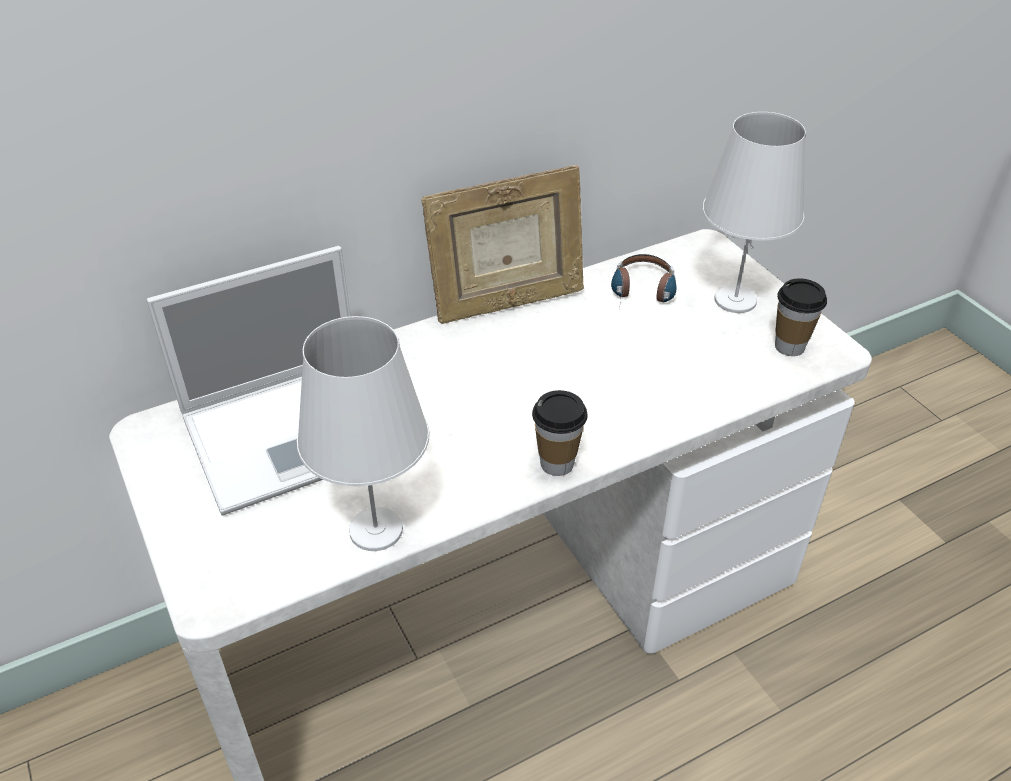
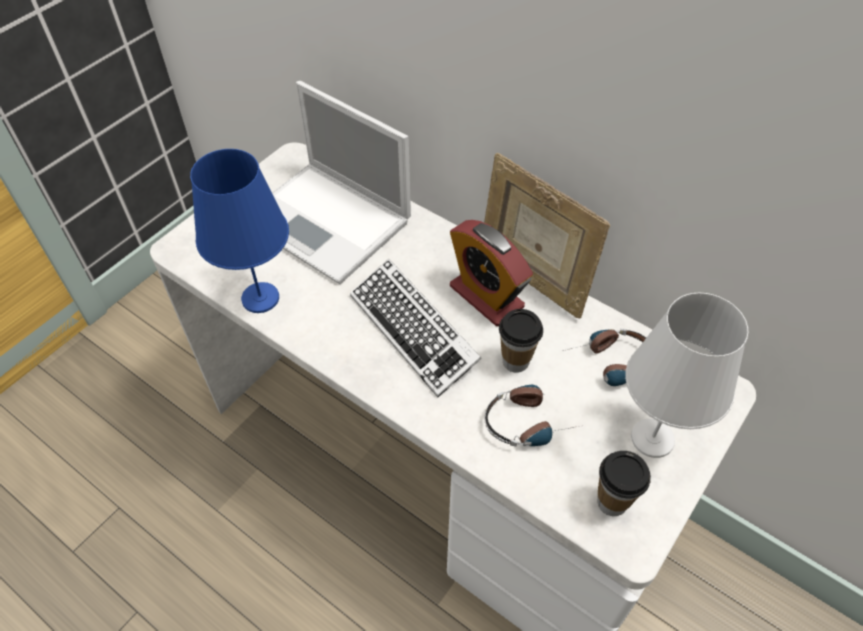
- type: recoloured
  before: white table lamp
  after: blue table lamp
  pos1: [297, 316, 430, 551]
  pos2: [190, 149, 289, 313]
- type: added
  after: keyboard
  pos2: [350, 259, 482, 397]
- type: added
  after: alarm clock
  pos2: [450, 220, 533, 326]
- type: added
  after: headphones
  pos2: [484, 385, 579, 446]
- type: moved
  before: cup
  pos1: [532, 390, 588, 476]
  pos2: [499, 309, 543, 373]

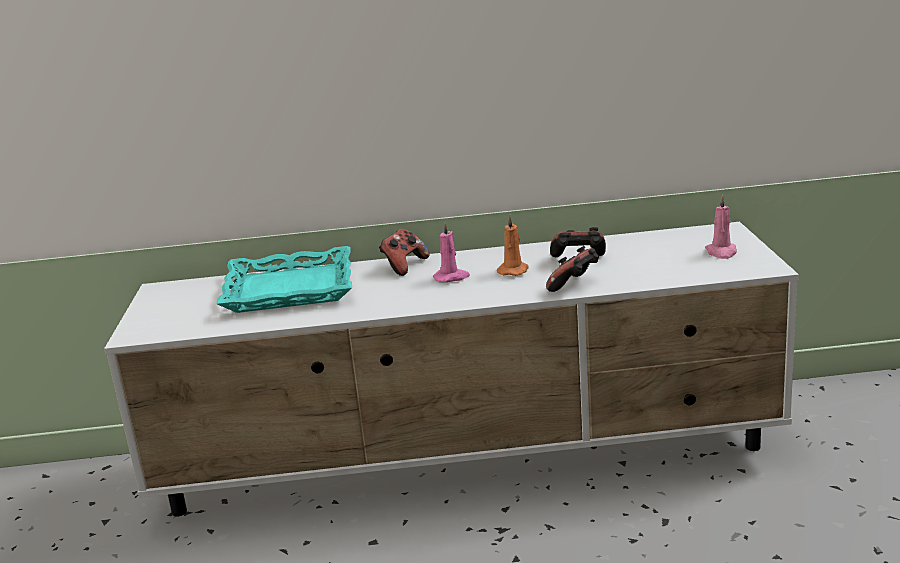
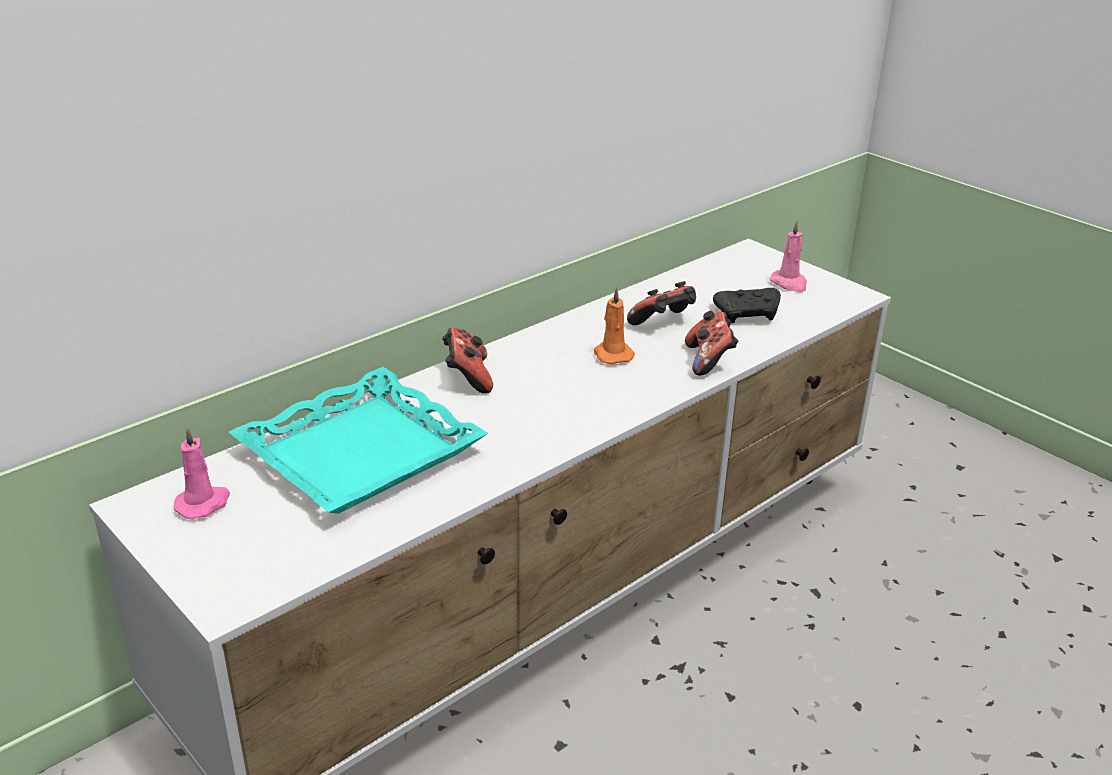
- type: moved
  before: pink candle
  pos1: [433, 221, 470, 282]
  pos2: [174, 426, 230, 520]
- type: added
  after: black game controller
  pos2: [713, 288, 781, 323]

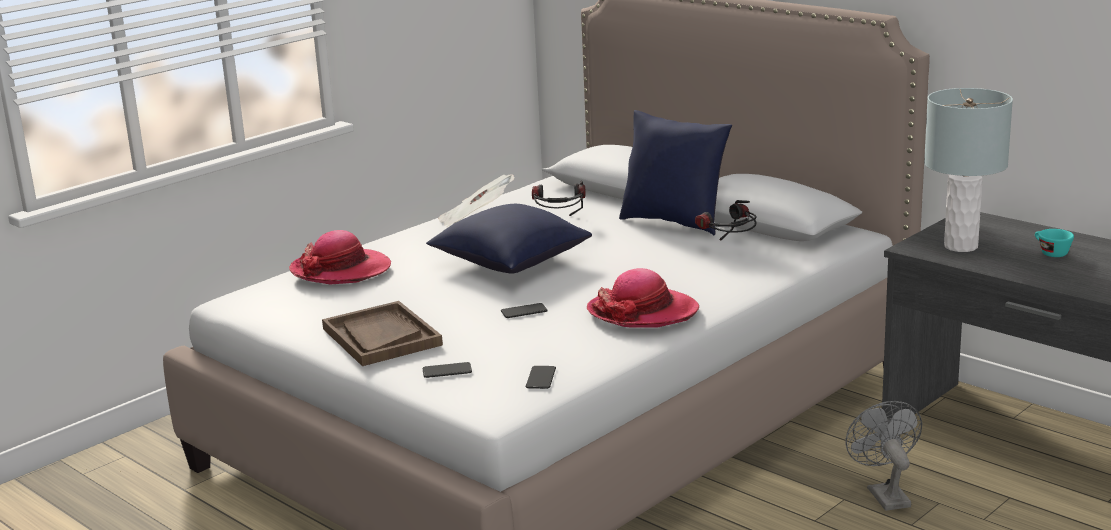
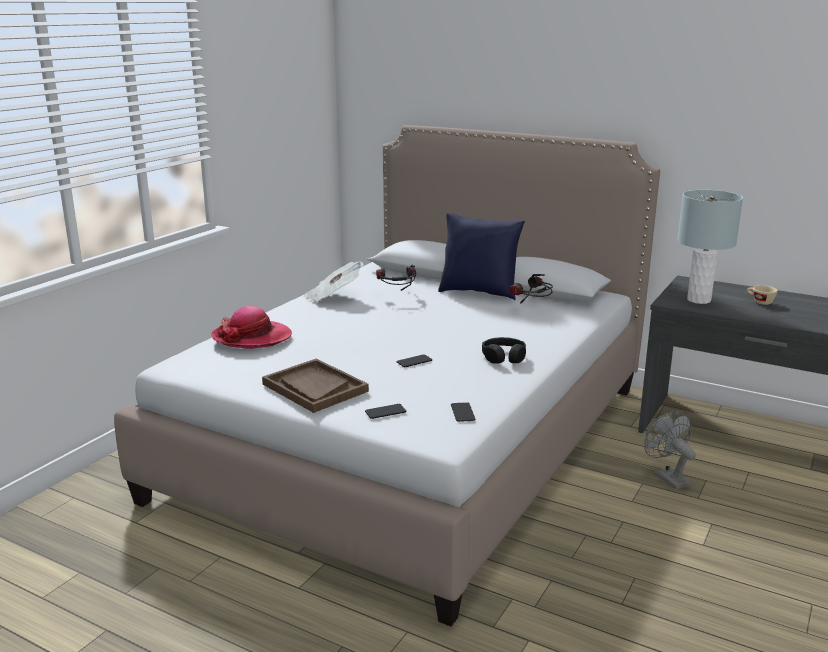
- type: replaced
  before: hat
  after: black headphones
  pos1: [587, 268, 699, 328]
  pos2: [482, 337, 526, 364]
- type: recoloured
  before: turquoise cup
  after: beige cup
  pos1: [1035, 229, 1074, 257]
  pos2: [747, 285, 778, 305]
- type: removed
  before: blue pillow
  pos1: [426, 204, 592, 274]

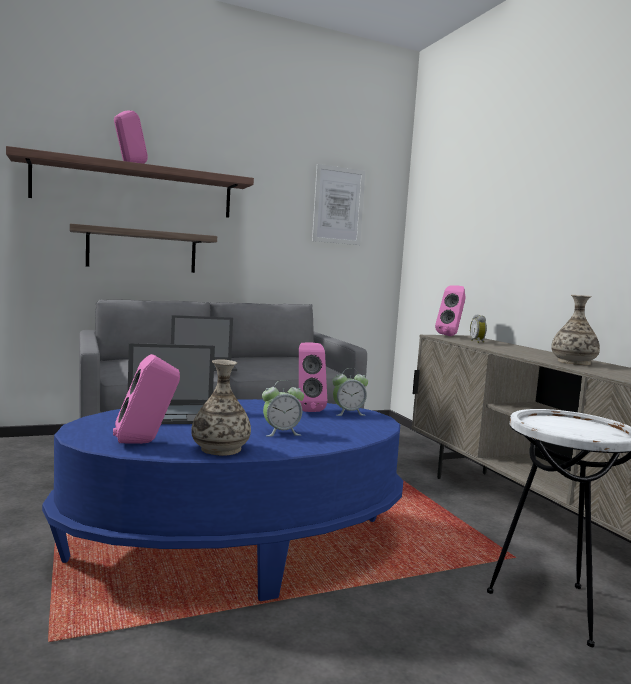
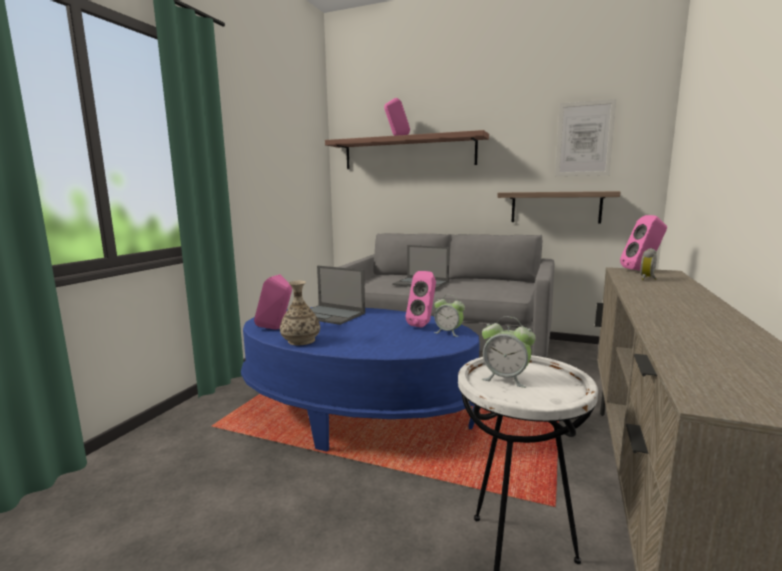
- type: moved
  before: alarm clock
  pos1: [262, 380, 304, 437]
  pos2: [481, 317, 536, 388]
- type: moved
  before: shelf
  pos1: [70, 224, 217, 273]
  pos2: [497, 191, 620, 223]
- type: removed
  before: vase
  pos1: [551, 295, 600, 365]

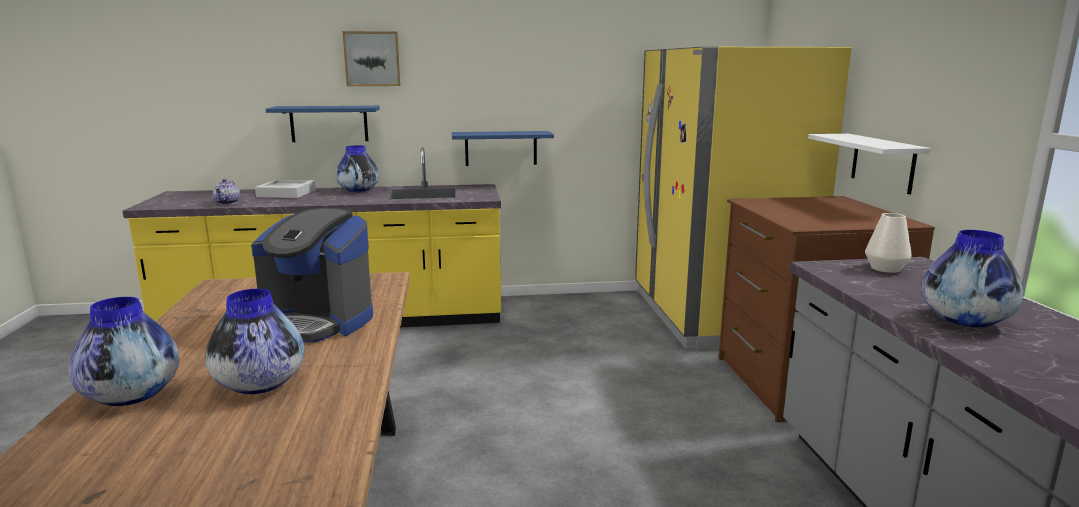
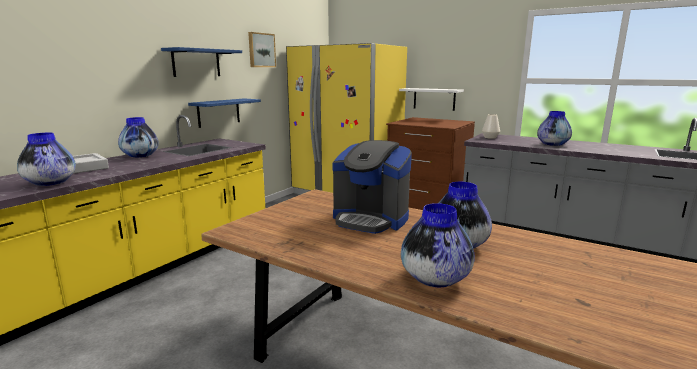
- type: replaced
  before: teapot
  after: vase
  pos1: [213, 179, 240, 205]
  pos2: [17, 133, 76, 186]
- type: moved
  before: blue shelf
  pos1: [265, 106, 380, 142]
  pos2: [161, 47, 242, 77]
- type: moved
  before: picture
  pos1: [342, 31, 400, 86]
  pos2: [248, 32, 276, 67]
- type: turned
  before: coffee machine
  pos1: [251, 208, 373, 343]
  pos2: [332, 140, 412, 234]
  turn: 60

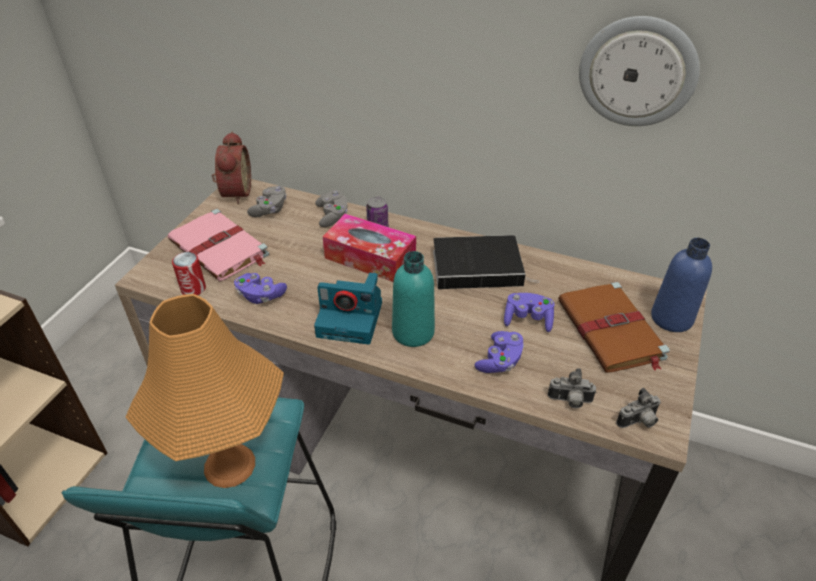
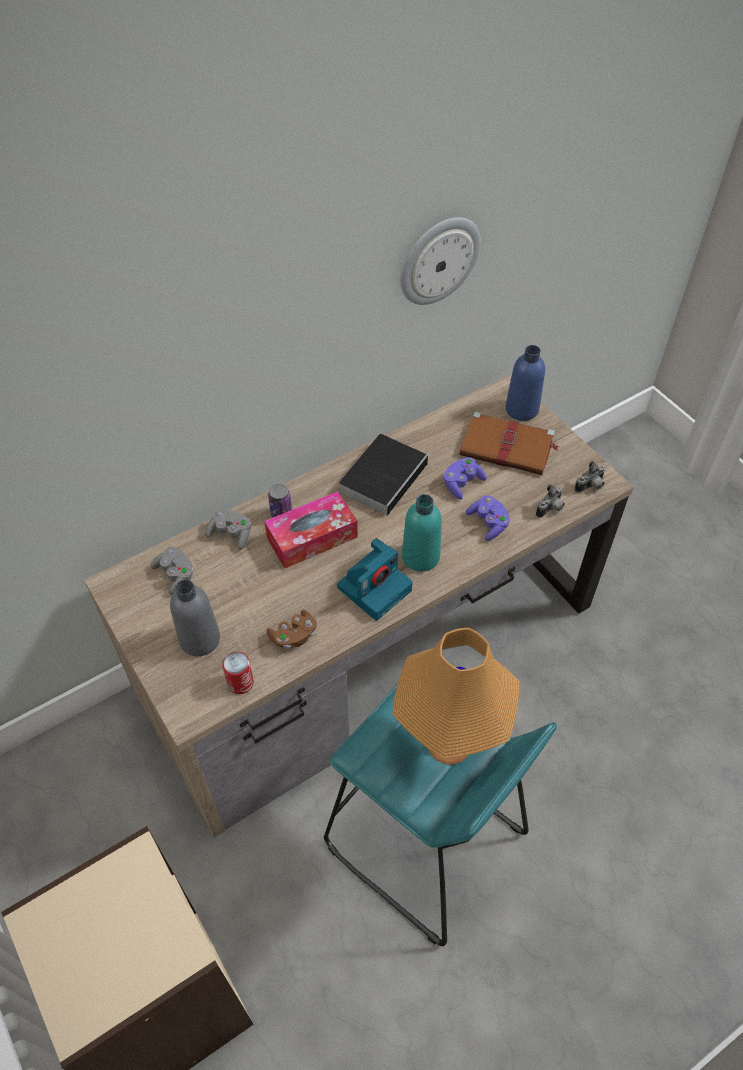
- type: replaced
  before: pink book
  after: grey bottle
  pos1: [168, 209, 269, 281]
  pos2: [170, 579, 220, 656]
- type: recoloured
  before: purple game controller
  after: brown game controller
  pos1: [234, 273, 287, 304]
  pos2: [266, 610, 317, 649]
- type: turned
  before: photo camera
  pos1: [616, 388, 661, 428]
  pos2: [574, 461, 605, 493]
  turn: 45
- type: removed
  before: alarm clock
  pos1: [212, 131, 251, 204]

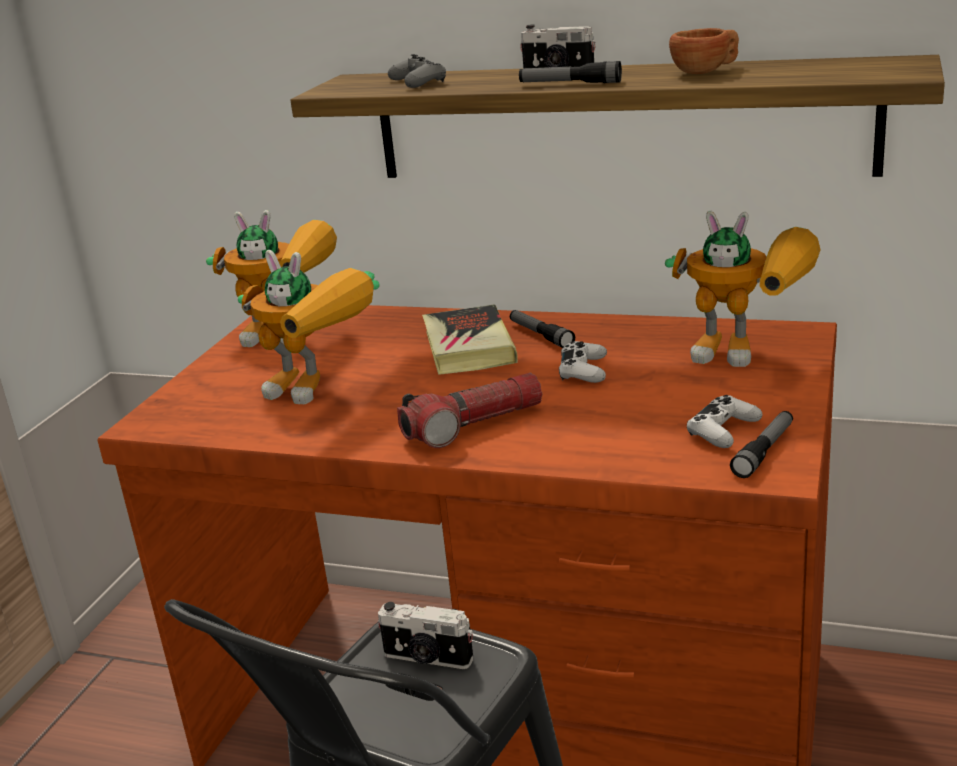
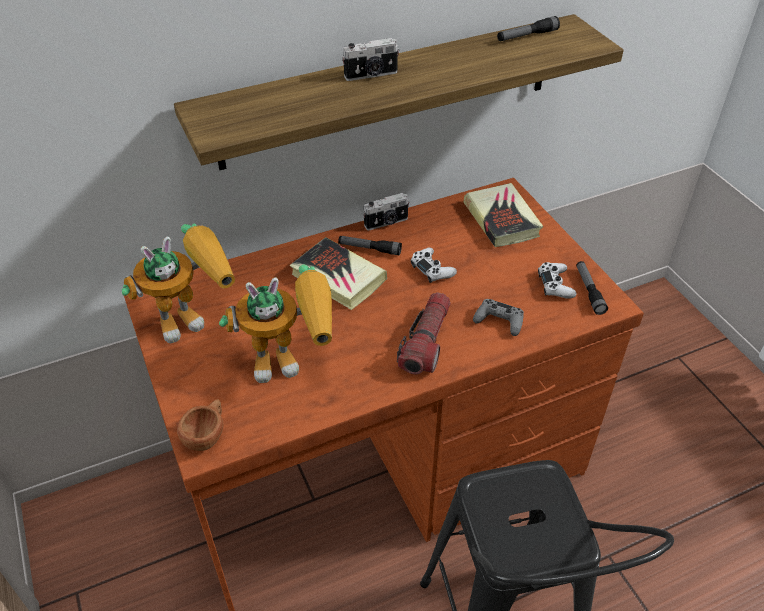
- type: moved
  before: brown cup
  pos1: [669, 28, 739, 74]
  pos2: [177, 399, 223, 451]
- type: moved
  before: photo camera
  pos1: [378, 602, 474, 669]
  pos2: [363, 193, 409, 230]
- type: replaced
  before: toy robot
  after: book
  pos1: [665, 211, 821, 367]
  pos2: [464, 183, 543, 247]
- type: moved
  before: grey game controller
  pos1: [388, 54, 446, 88]
  pos2: [473, 299, 524, 336]
- type: moved
  before: flashlight
  pos1: [519, 61, 622, 83]
  pos2: [497, 16, 560, 41]

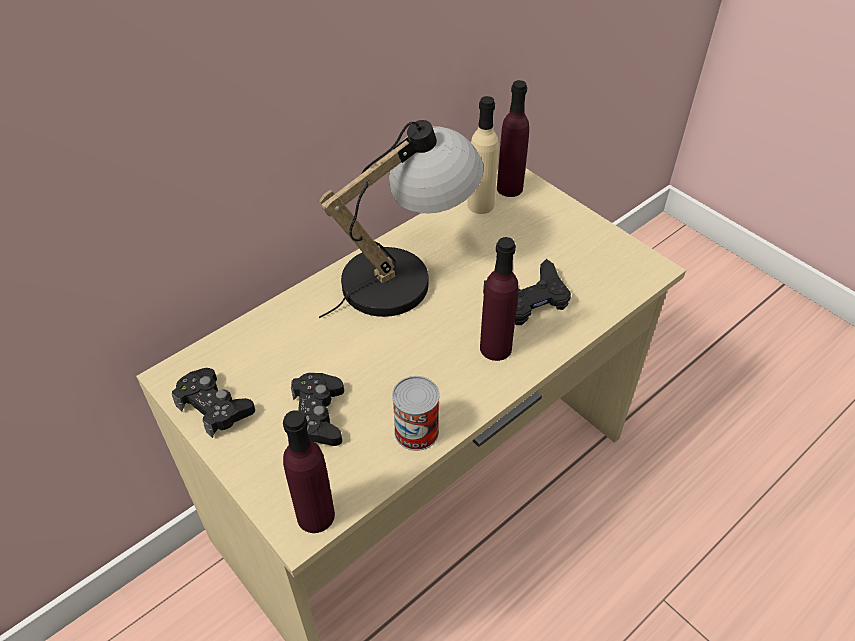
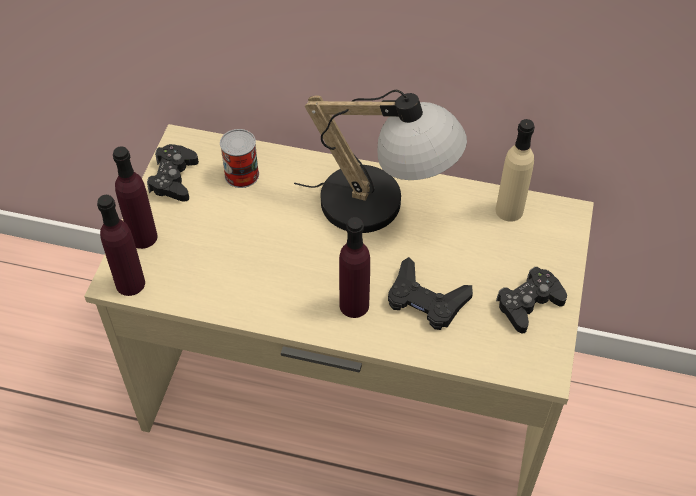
- type: moved
  before: purple bottle
  pos1: [497, 80, 529, 197]
  pos2: [113, 146, 157, 249]
- type: moved
  before: can
  pos1: [392, 376, 440, 451]
  pos2: [220, 129, 259, 188]
- type: moved
  before: black game controller
  pos1: [291, 373, 344, 446]
  pos2: [496, 267, 567, 333]

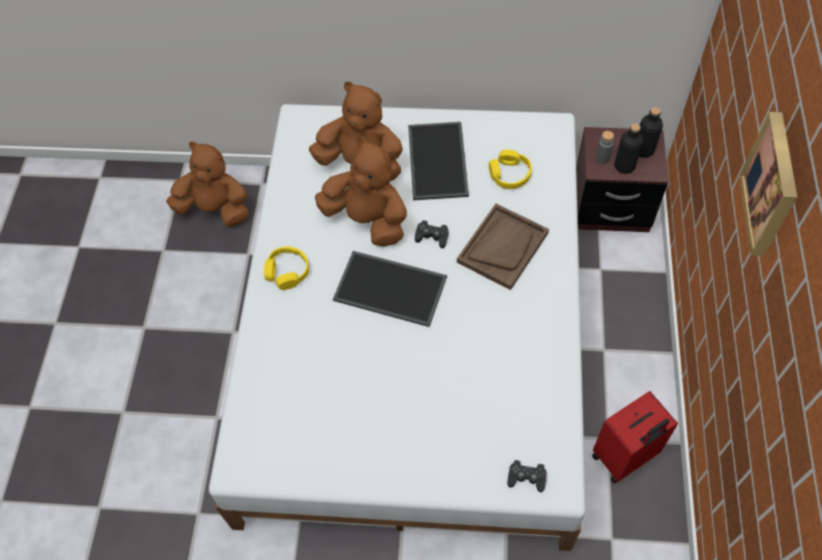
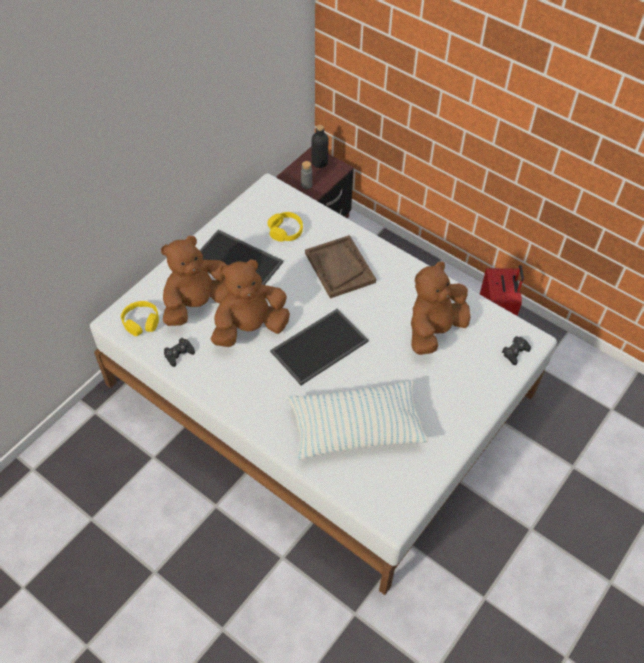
- type: moved
  before: yellow headphones
  pos1: [264, 247, 309, 290]
  pos2: [121, 301, 159, 336]
- type: moved
  before: black game controller
  pos1: [415, 220, 449, 248]
  pos2: [164, 338, 195, 367]
- type: added
  after: pillow
  pos2: [287, 380, 428, 460]
- type: moved
  before: brown plush toy
  pos1: [166, 142, 249, 226]
  pos2: [411, 262, 471, 355]
- type: removed
  before: black bottle
  pos1: [614, 123, 643, 174]
- type: removed
  before: picture
  pos1: [739, 112, 797, 256]

